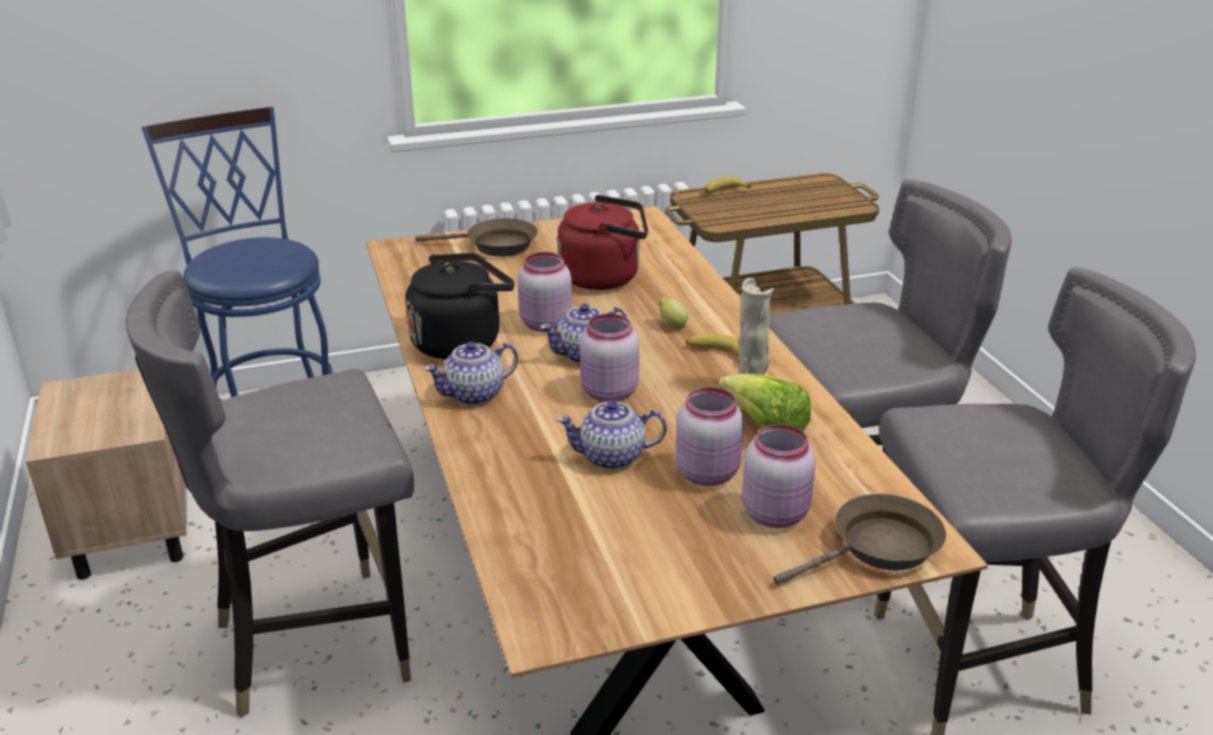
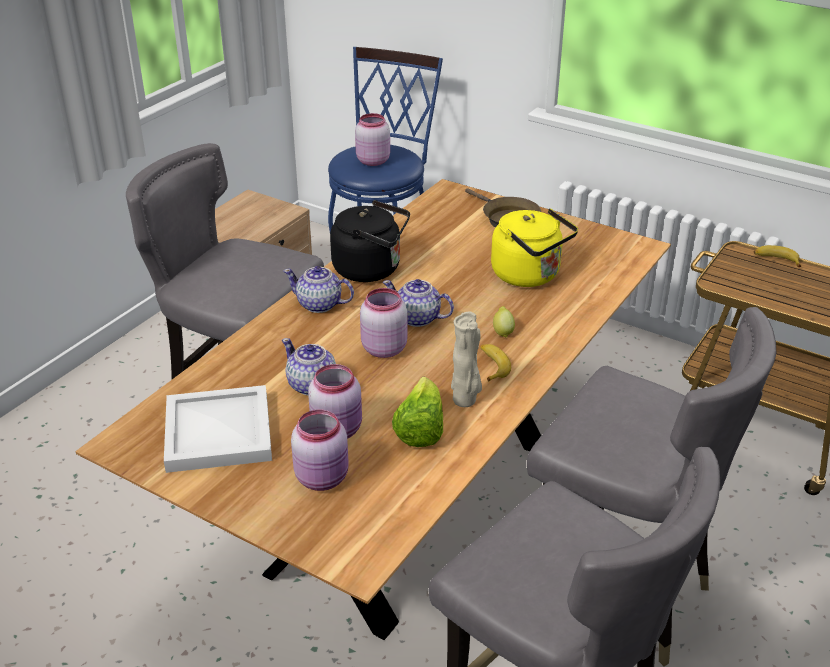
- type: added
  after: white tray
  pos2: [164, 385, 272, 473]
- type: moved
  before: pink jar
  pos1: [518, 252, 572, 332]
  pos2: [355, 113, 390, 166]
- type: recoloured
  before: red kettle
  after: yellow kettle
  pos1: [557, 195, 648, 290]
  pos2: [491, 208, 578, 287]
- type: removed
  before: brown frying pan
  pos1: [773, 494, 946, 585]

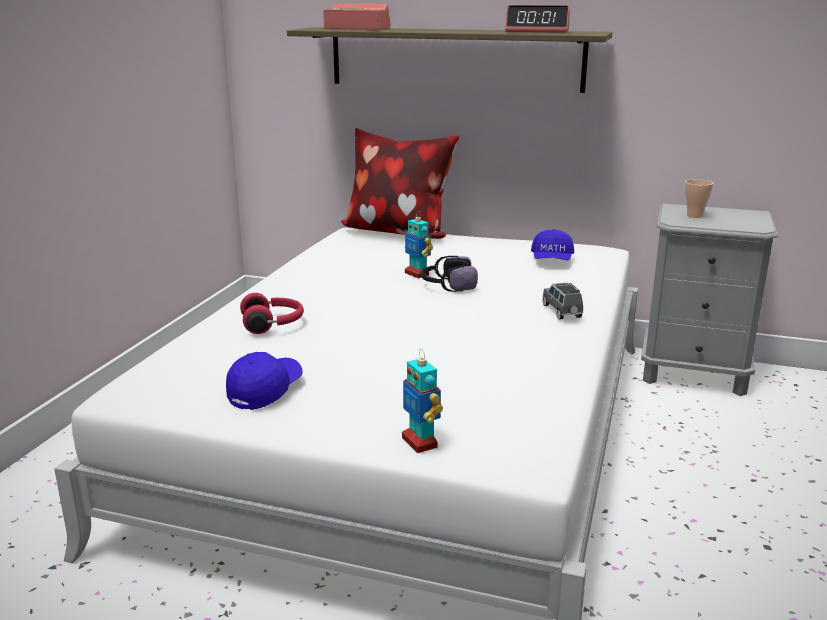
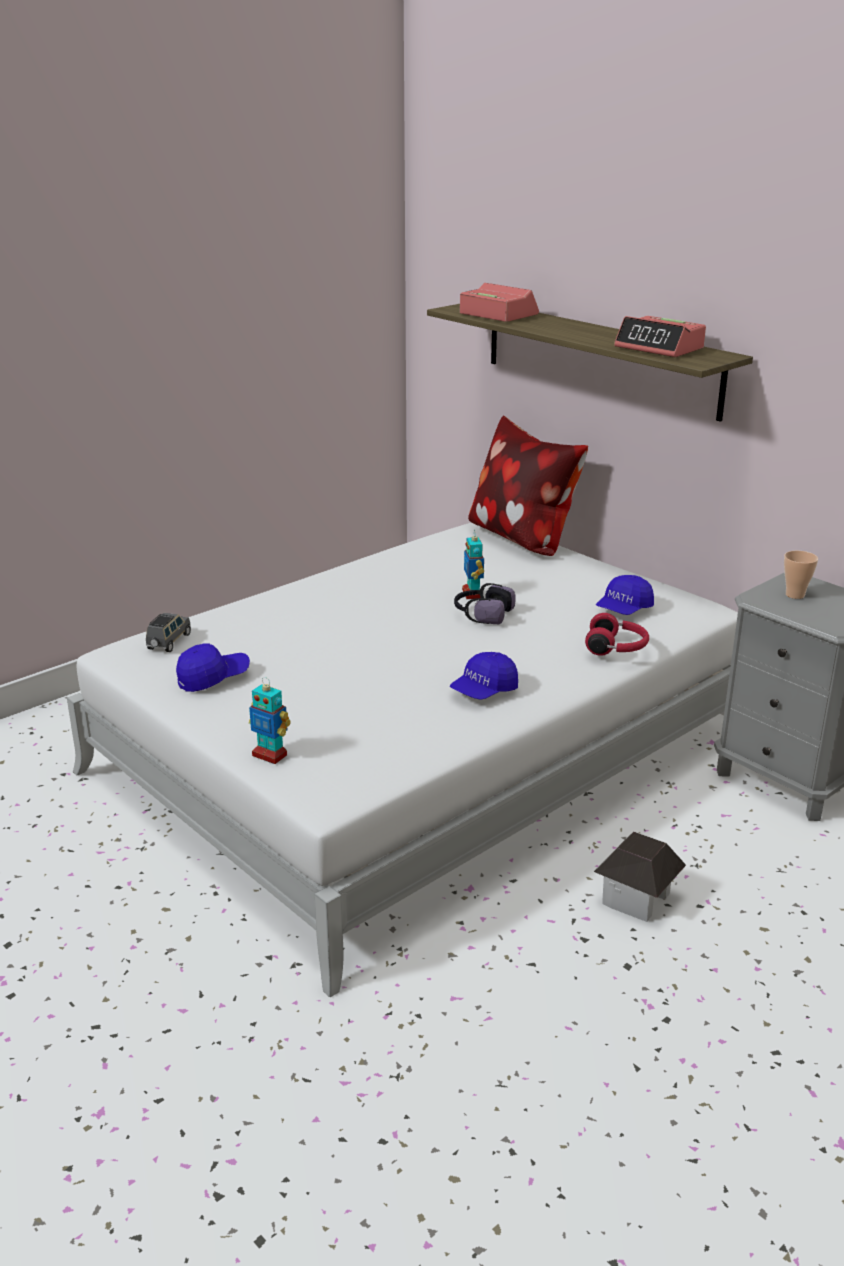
- type: moved
  before: grey toy car
  pos1: [543, 283, 583, 320]
  pos2: [146, 613, 191, 652]
- type: turned
  before: toy robot
  pos1: [402, 350, 443, 453]
  pos2: [249, 677, 291, 764]
  turn: -60
- type: added
  after: blue cap
  pos2: [450, 652, 518, 700]
- type: moved
  before: red headphones
  pos1: [240, 293, 304, 334]
  pos2: [585, 613, 649, 656]
- type: added
  after: toy house
  pos2: [594, 832, 686, 922]

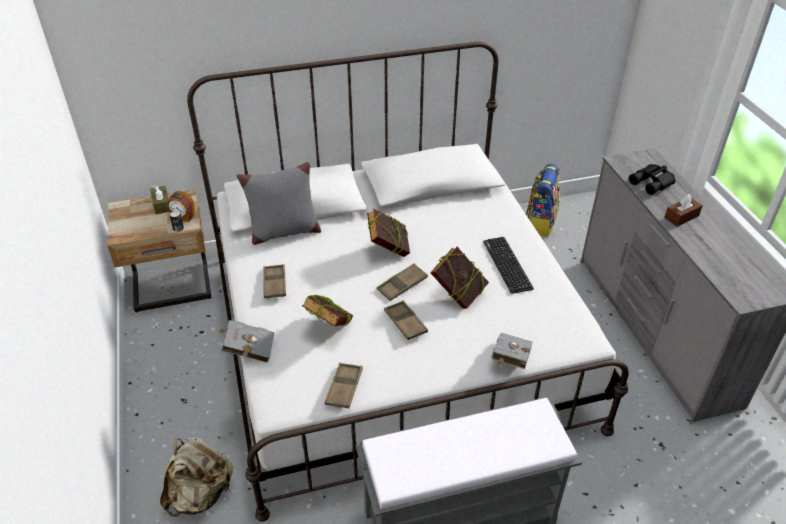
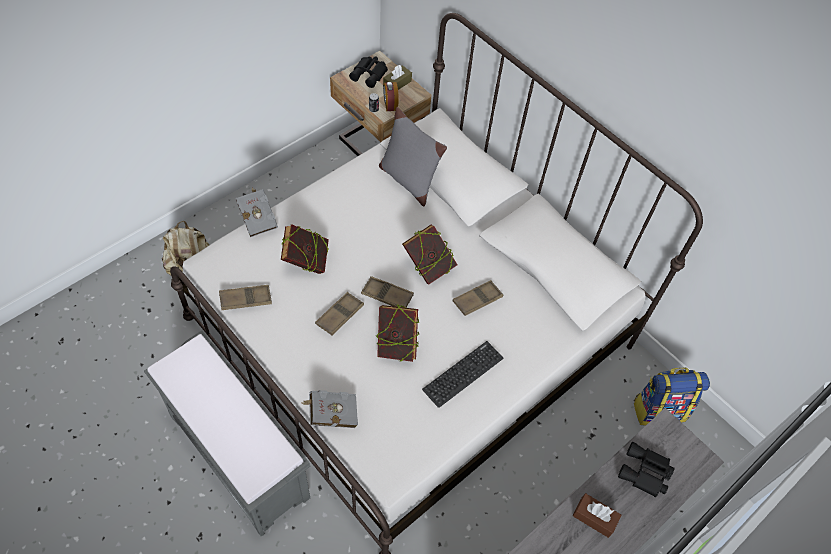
- type: added
  after: black binoculars
  pos2: [349, 56, 388, 88]
- type: moved
  before: brown tray
  pos1: [263, 264, 286, 299]
  pos2: [453, 280, 503, 316]

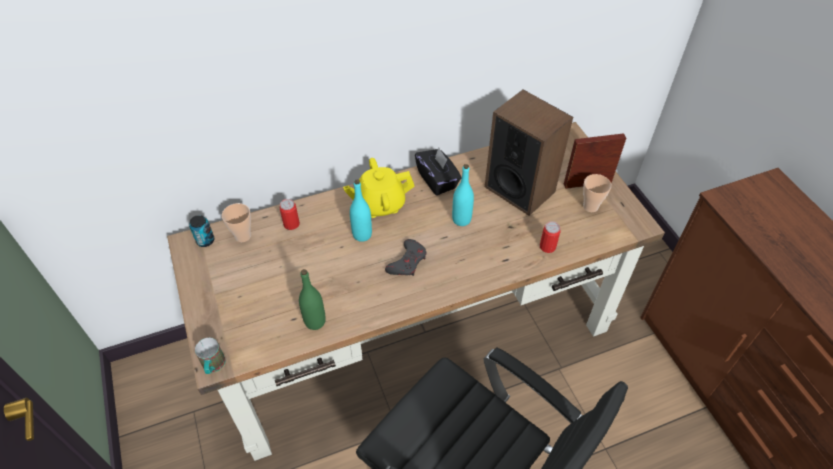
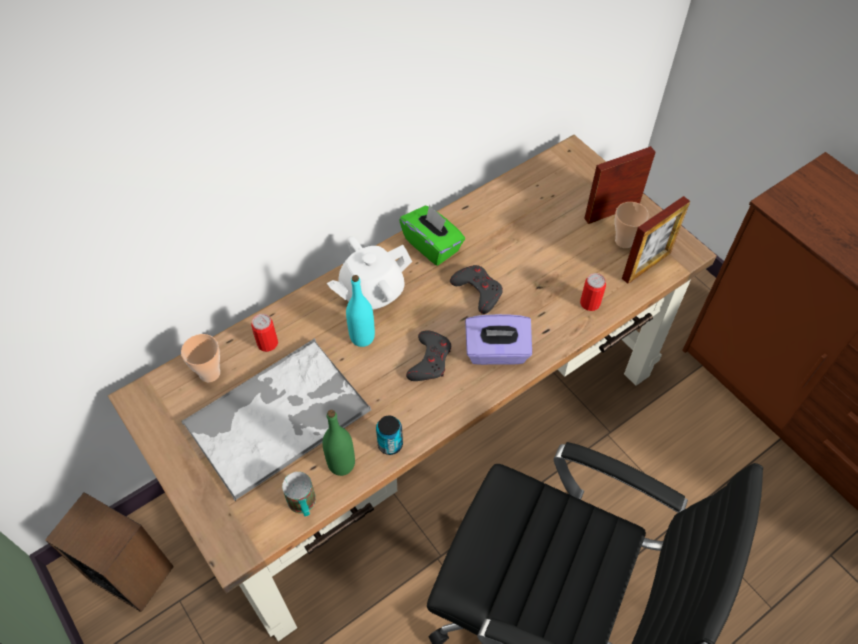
- type: moved
  before: speaker
  pos1: [485, 89, 573, 216]
  pos2: [45, 492, 174, 612]
- type: added
  after: tray
  pos2: [182, 338, 371, 501]
- type: moved
  before: mug
  pos1: [195, 338, 226, 374]
  pos2: [282, 472, 316, 516]
- type: recoloured
  before: yellow teapot
  after: white teapot
  pos1: [343, 158, 415, 218]
  pos2: [327, 236, 412, 310]
- type: moved
  before: can
  pos1: [189, 215, 214, 247]
  pos2: [376, 416, 403, 455]
- type: recoloured
  before: black tissue box
  after: green tissue box
  pos1: [415, 148, 461, 195]
  pos2: [399, 205, 465, 266]
- type: replaced
  before: turquoise bottle
  after: grey game controller
  pos1: [452, 164, 474, 226]
  pos2: [450, 265, 503, 314]
- type: added
  after: purple tissue box
  pos2: [465, 314, 532, 365]
- type: added
  after: picture frame
  pos2: [622, 196, 690, 284]

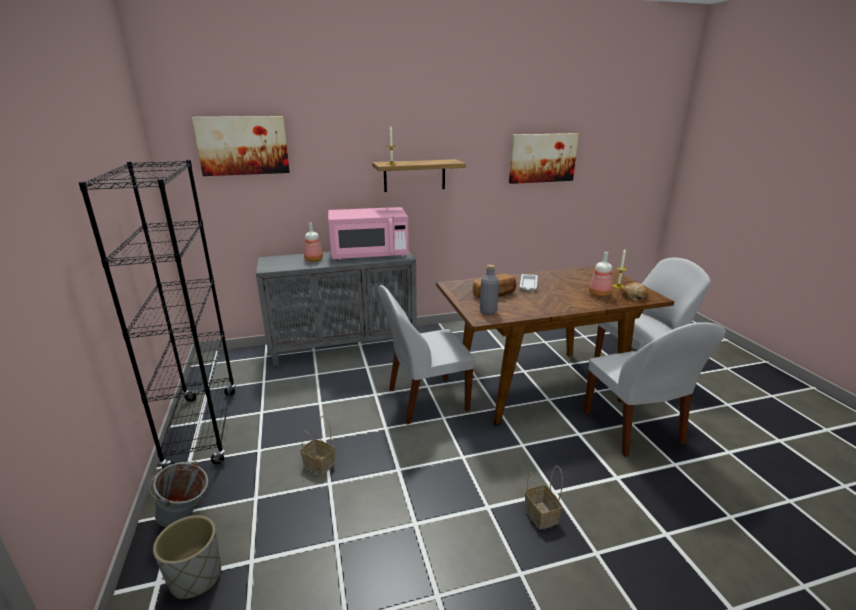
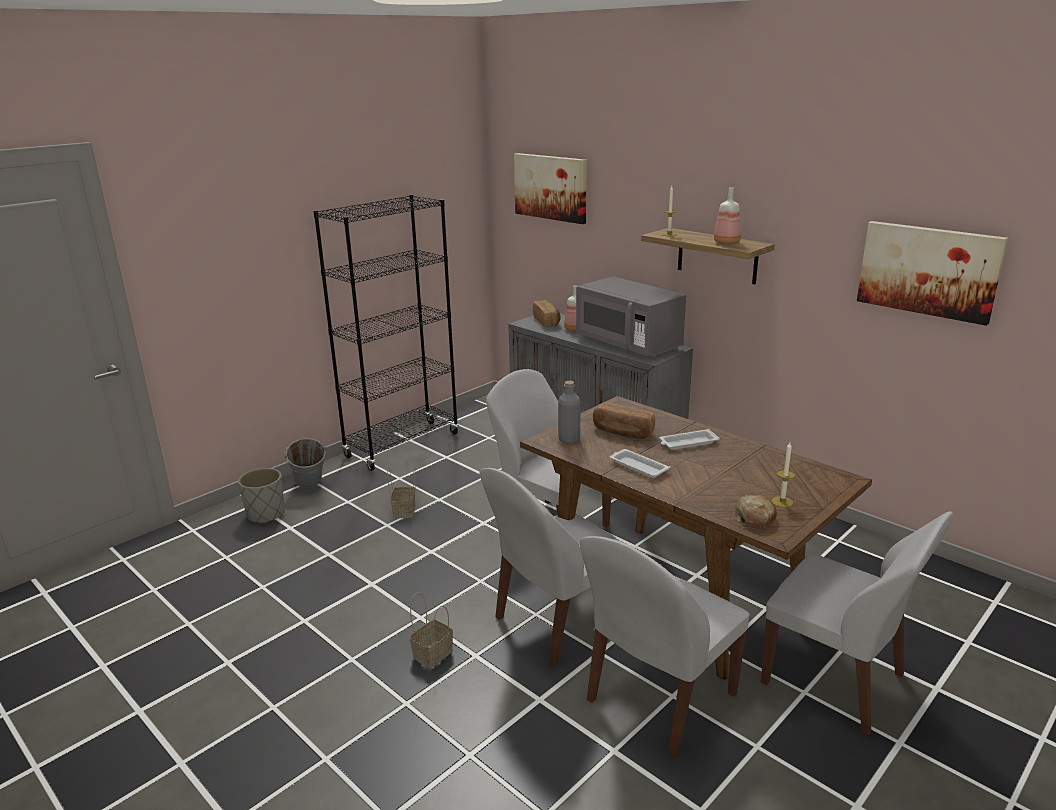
- type: added
  after: white chair
  pos2: [480, 468, 620, 667]
- type: added
  after: bread
  pos2: [533, 300, 561, 327]
- type: recoloured
  before: pink microwave
  after: grey microwave
  pos1: [328, 207, 409, 260]
  pos2: [576, 276, 686, 358]
- type: added
  after: white tray
  pos2: [610, 449, 670, 478]
- type: moved
  before: bottle
  pos1: [589, 252, 612, 297]
  pos2: [714, 187, 741, 245]

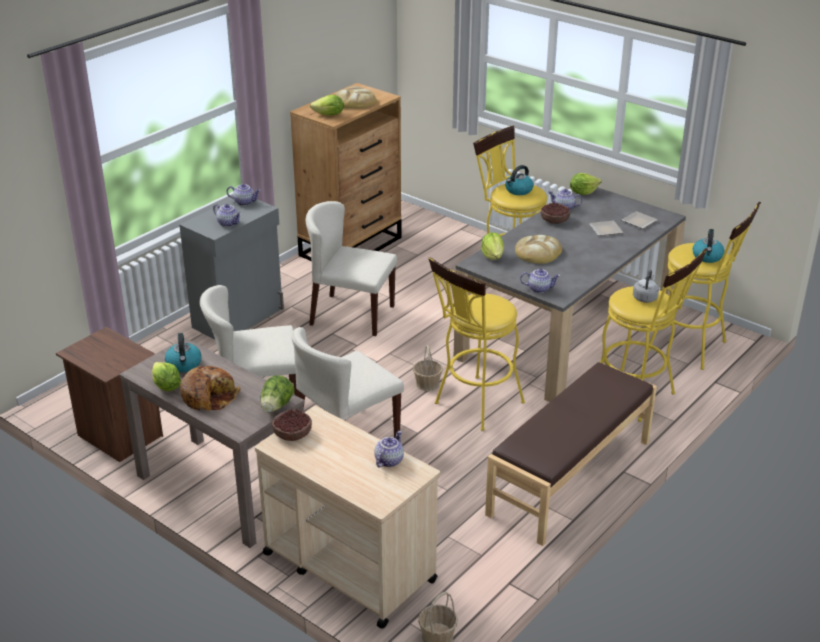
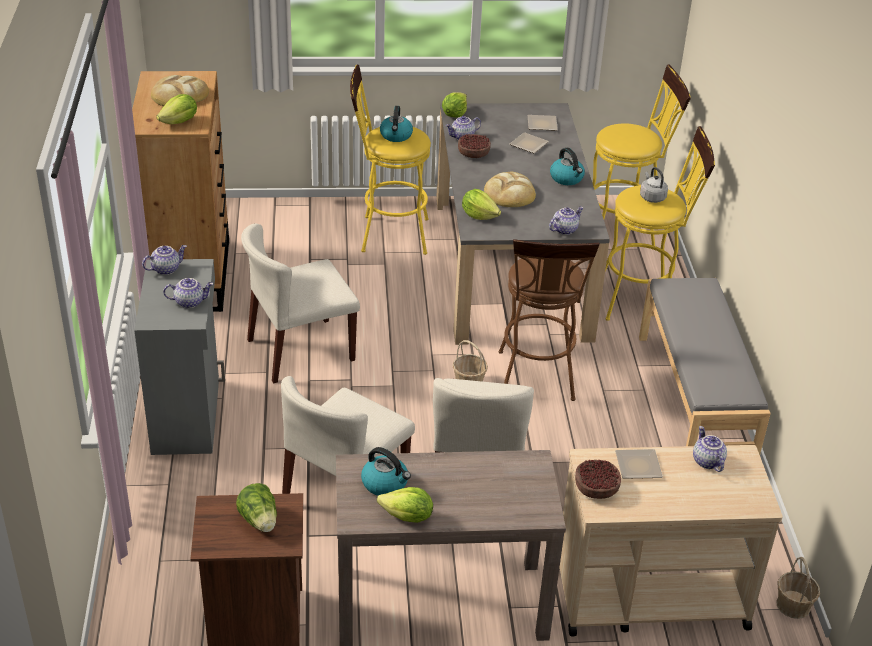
- type: moved
  before: lettuce
  pos1: [261, 375, 295, 412]
  pos2: [236, 483, 277, 532]
- type: recoloured
  before: yellow stool
  after: brown stool
  pos1: [429, 257, 525, 431]
  pos2: [499, 239, 600, 401]
- type: moved
  before: kettle
  pos1: [692, 229, 725, 263]
  pos2: [550, 148, 585, 185]
- type: added
  after: plate
  pos2: [615, 449, 663, 479]
- type: recoloured
  before: brown bench
  after: grey bench
  pos1: [485, 362, 657, 546]
  pos2: [639, 278, 771, 455]
- type: removed
  before: bread
  pos1: [180, 366, 240, 411]

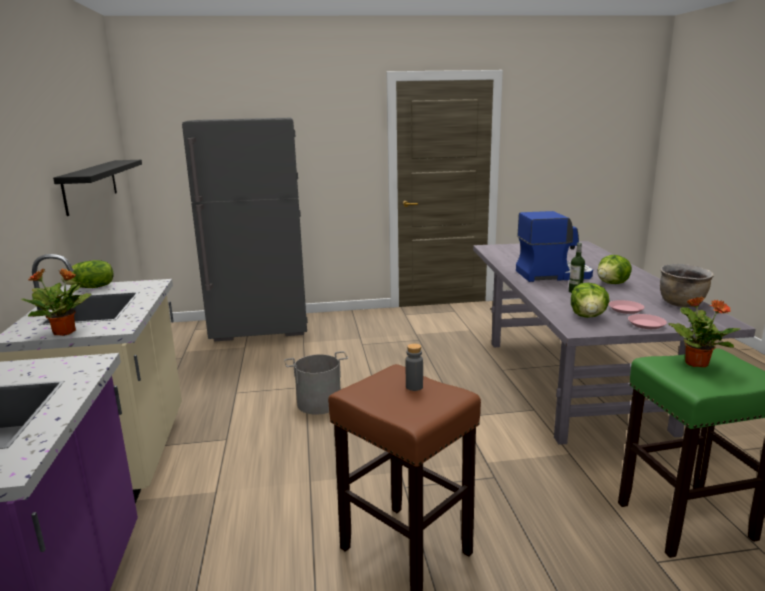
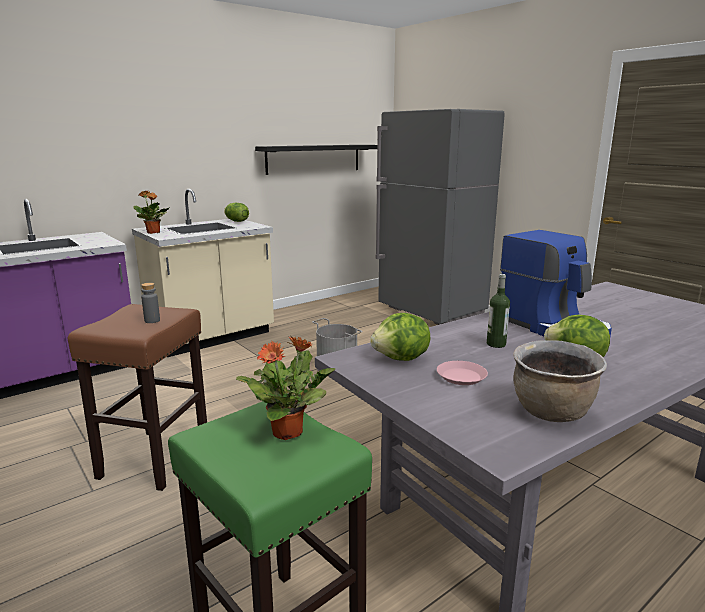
- type: removed
  before: pink plate
  pos1: [628, 314, 667, 329]

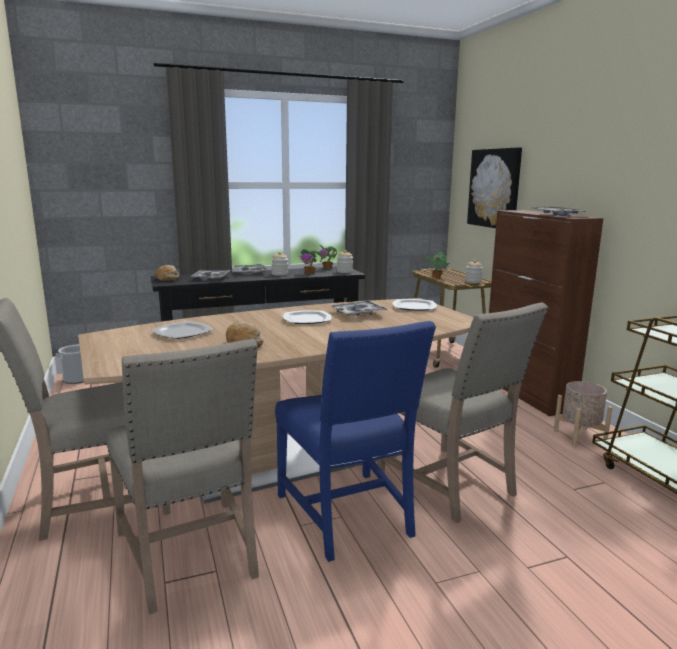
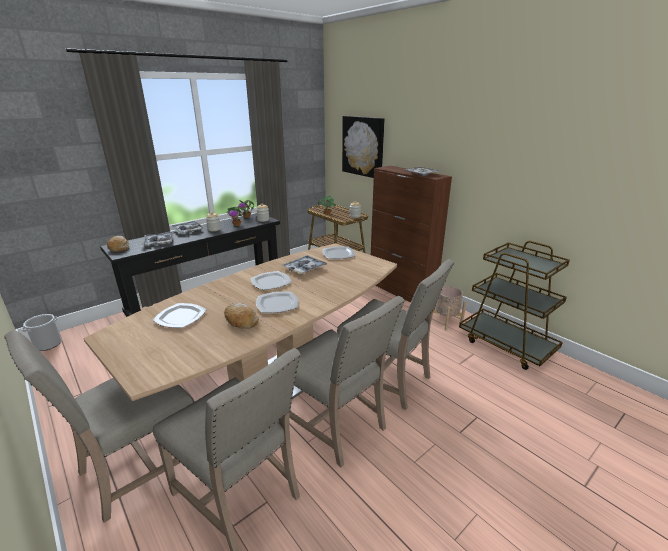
- type: added
  after: plate
  pos2: [256, 292, 299, 313]
- type: recoloured
  before: blue chair
  after: beige chair
  pos1: [275, 321, 436, 562]
  pos2: [275, 296, 405, 467]

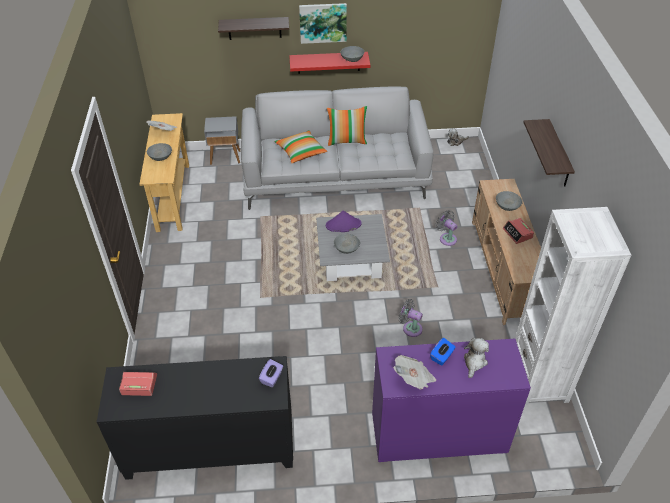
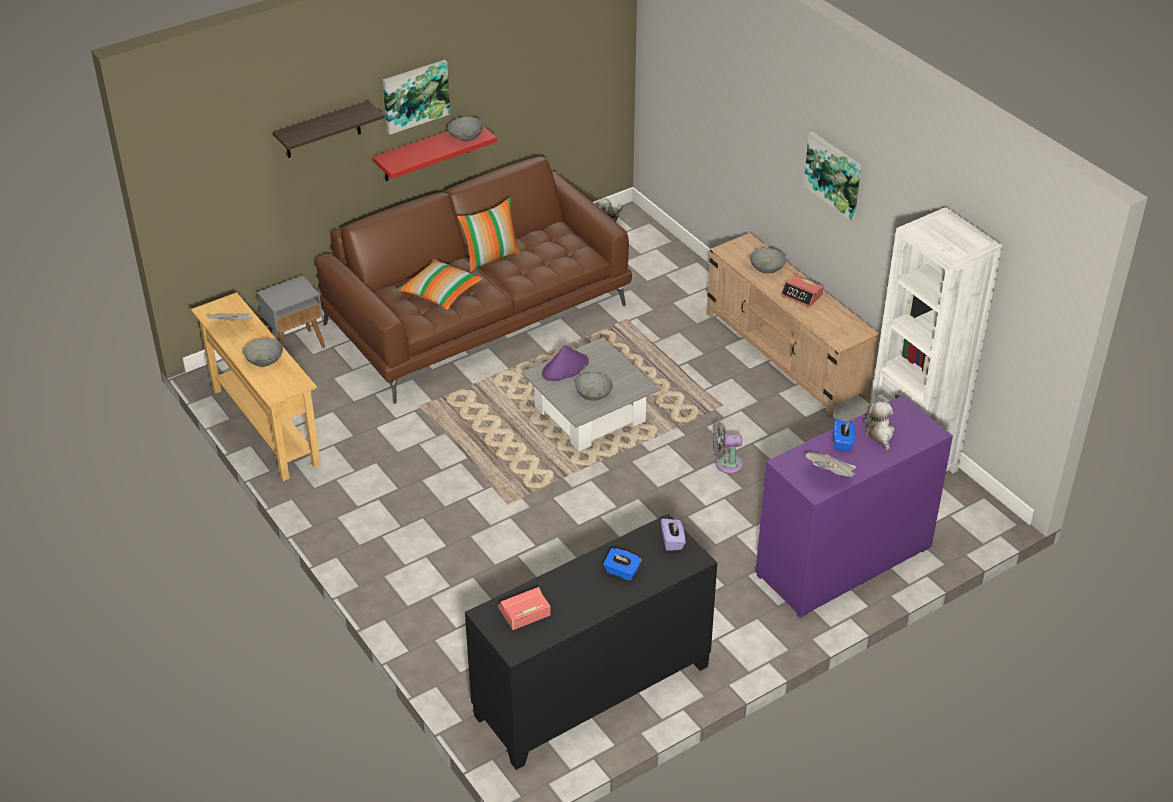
- type: recoloured
  before: grey sofa
  after: brown sofa
  pos1: [241, 87, 433, 210]
  pos2: [315, 156, 632, 404]
- type: added
  after: blue tissue box
  pos2: [603, 548, 642, 580]
- type: replaced
  before: shelf
  after: picture
  pos1: [523, 119, 575, 186]
  pos2: [803, 132, 861, 220]
- type: removed
  before: grey fan
  pos1: [436, 210, 458, 246]

